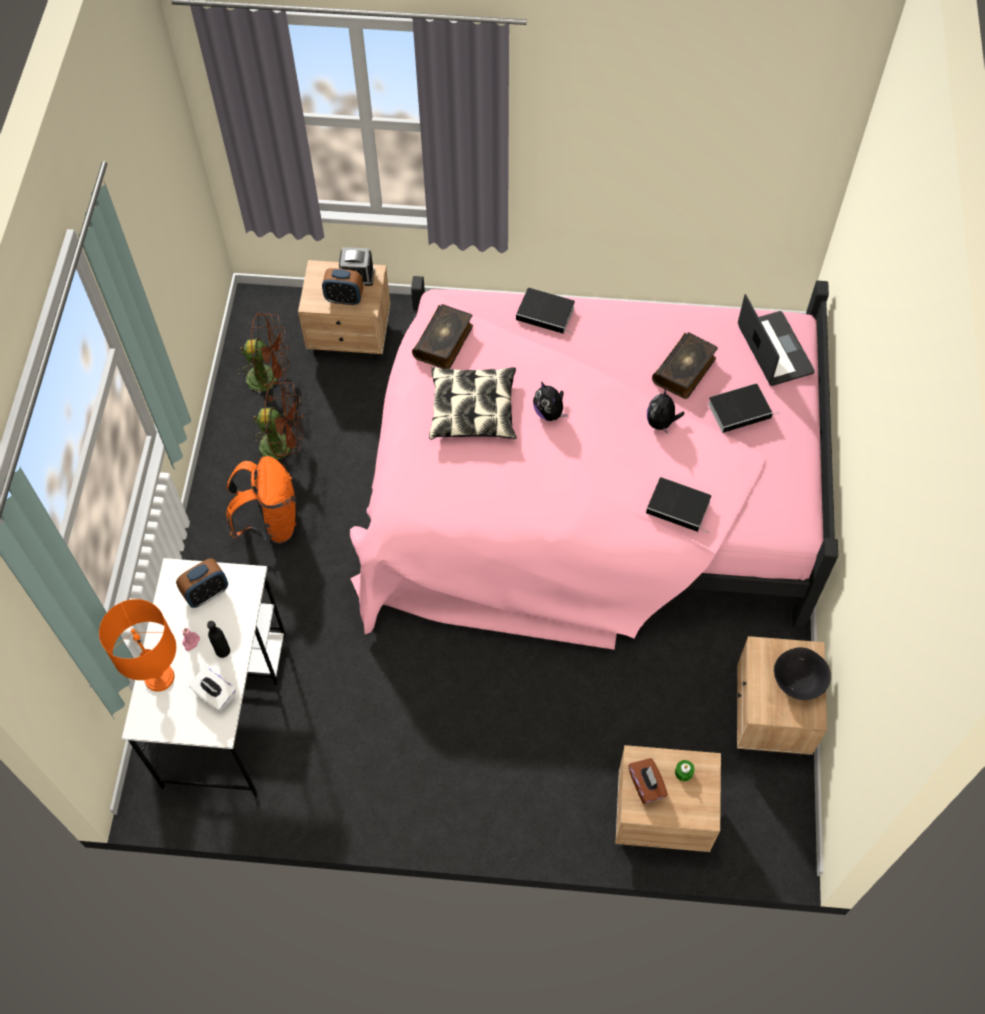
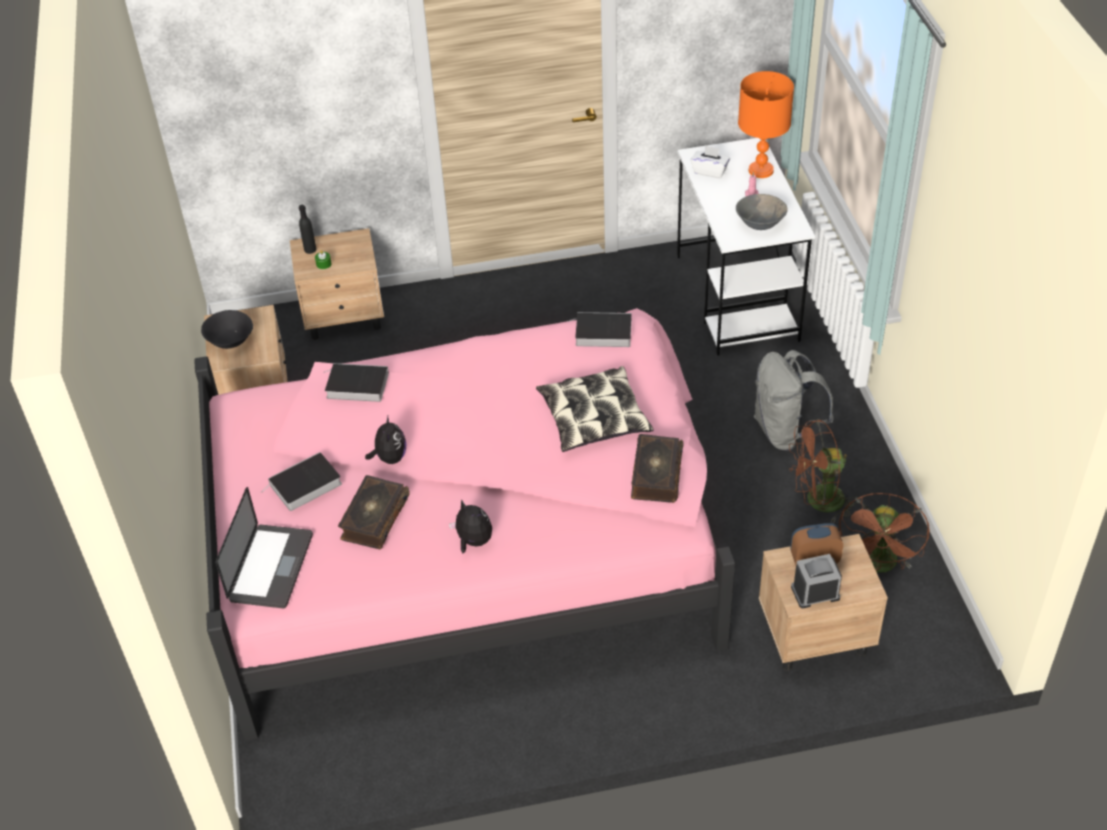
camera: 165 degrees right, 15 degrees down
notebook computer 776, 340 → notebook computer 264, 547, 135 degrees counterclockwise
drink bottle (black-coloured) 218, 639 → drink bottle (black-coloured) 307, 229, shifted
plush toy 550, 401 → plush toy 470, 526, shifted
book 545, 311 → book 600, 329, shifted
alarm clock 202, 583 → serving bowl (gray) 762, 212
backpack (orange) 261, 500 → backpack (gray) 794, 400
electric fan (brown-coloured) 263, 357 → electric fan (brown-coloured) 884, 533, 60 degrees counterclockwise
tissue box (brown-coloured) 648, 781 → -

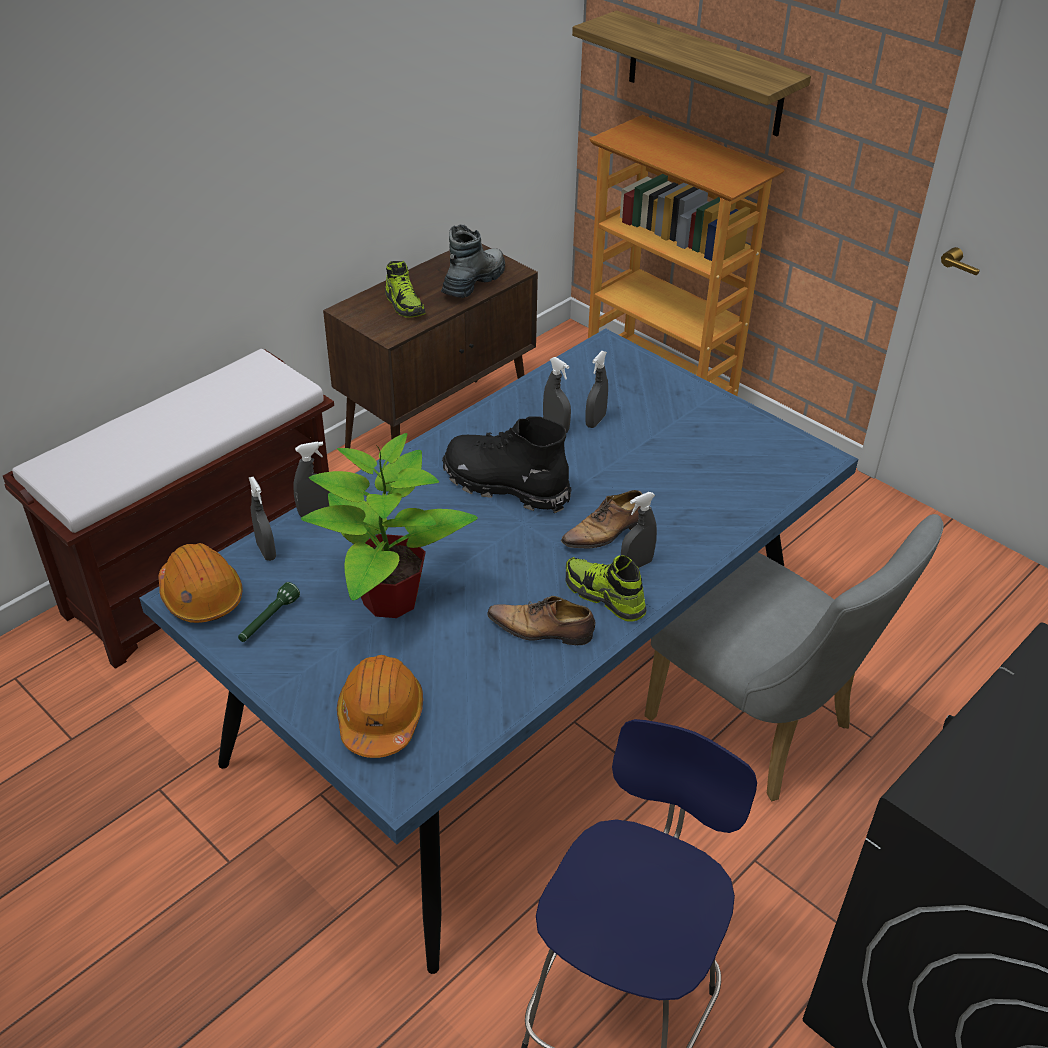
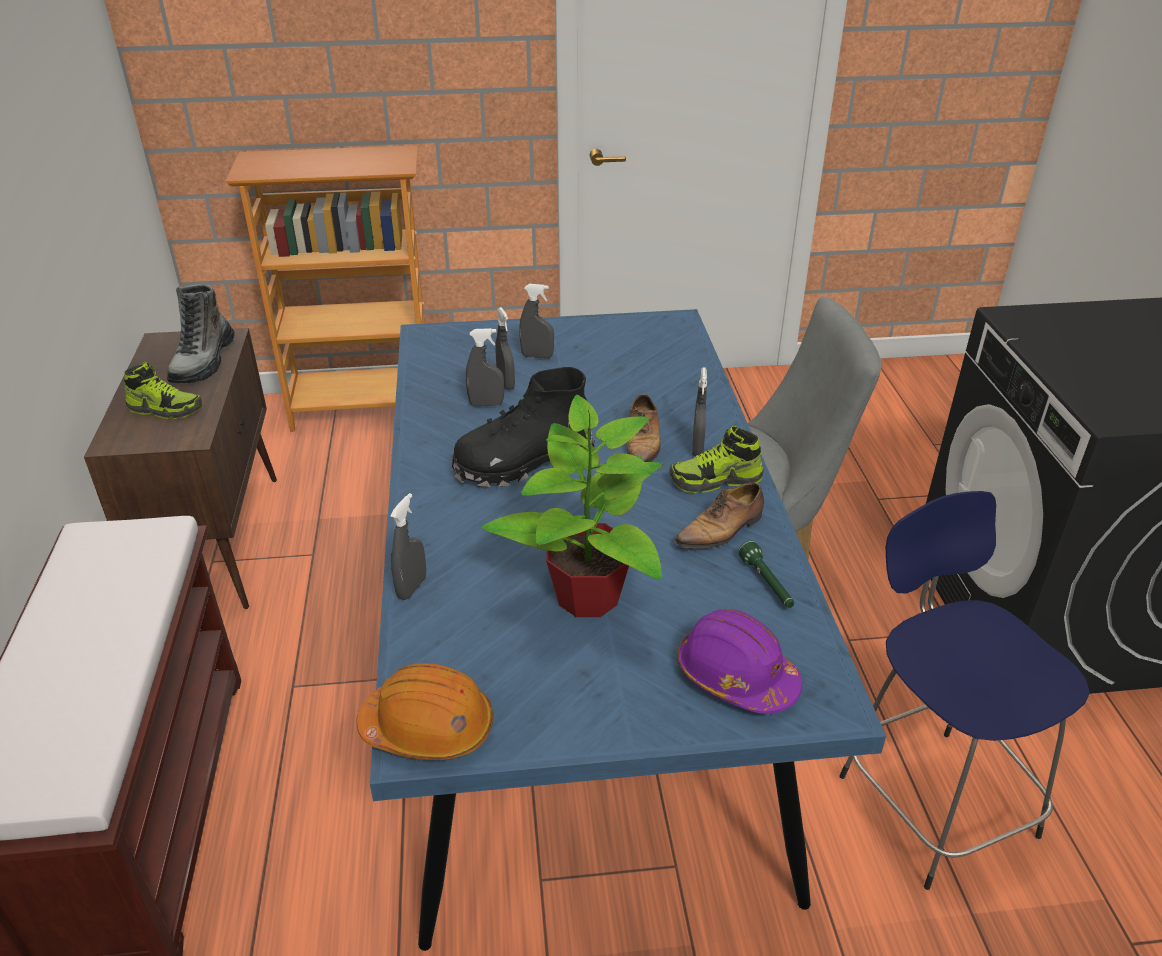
camera: 50 degrees left, 5 degrees down
boot 473, 261 → boot 201, 333, 150 degrees counterclockwise
spray bottle (gray) 262, 519 → spray bottle (gray) 536, 321, shifted
hard hat (orange) 380, 706 → hard hat (purple) 739, 661
torch (greenish) 269, 612 → torch (greenish) 766, 574, shifted
shelf 691, 73 → -

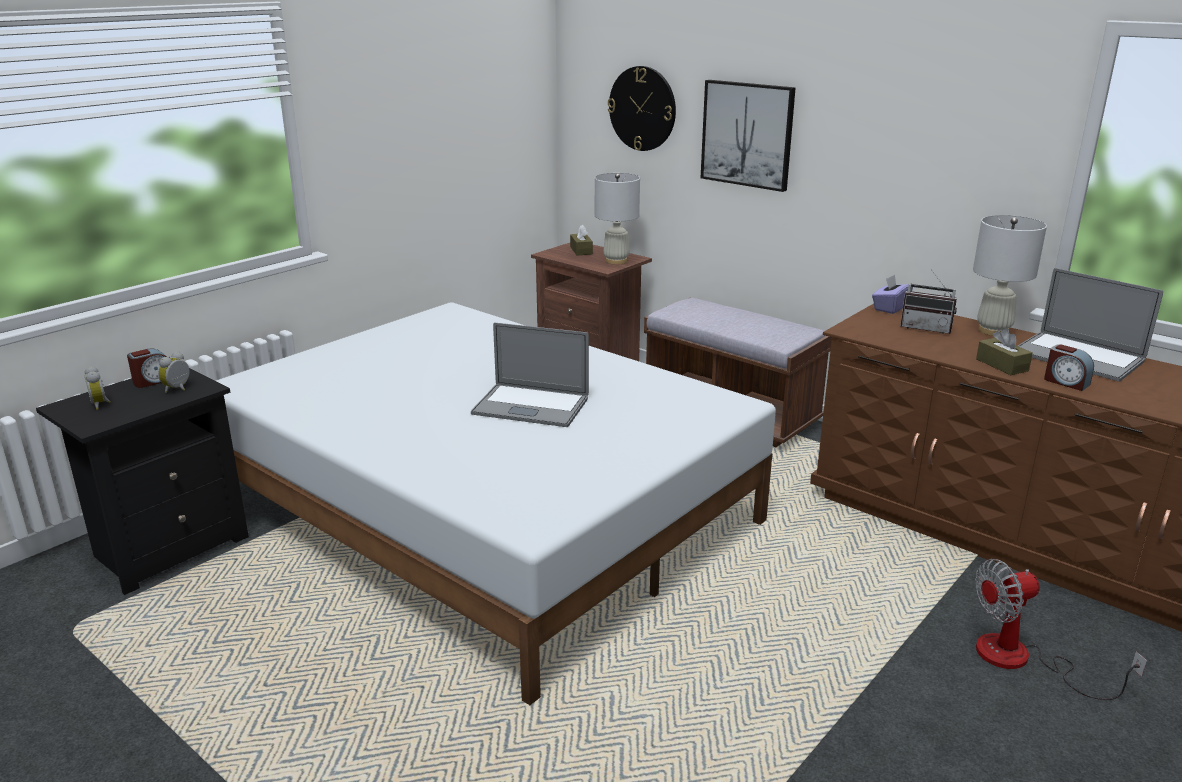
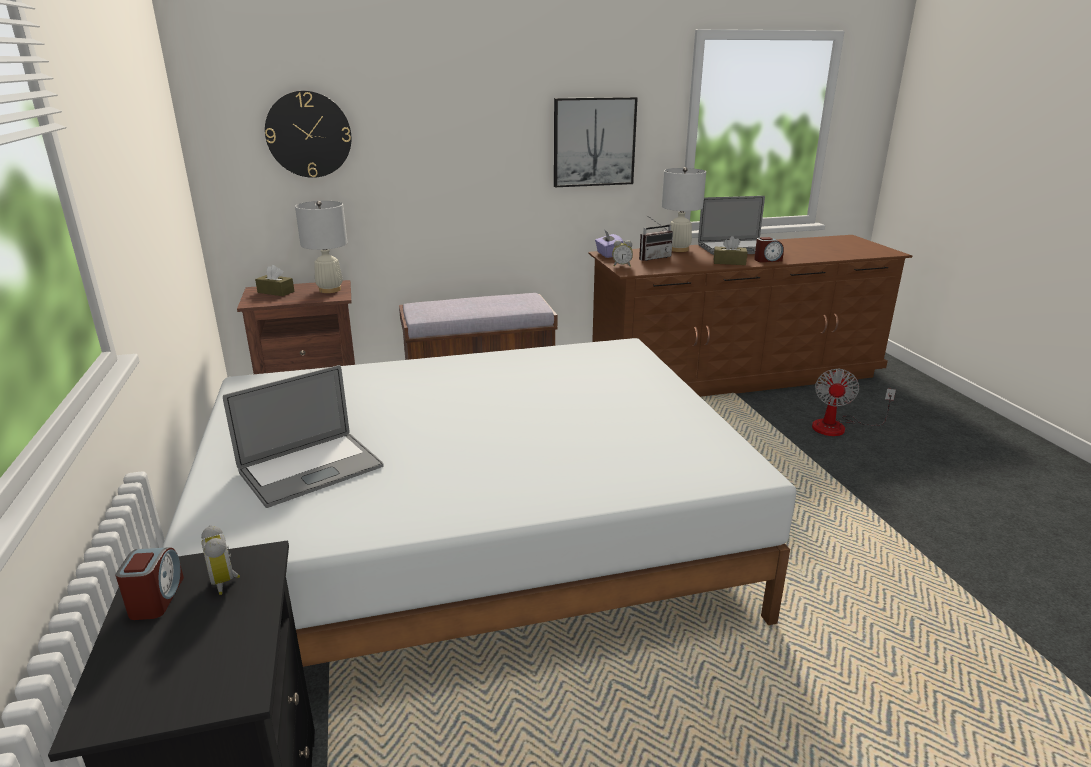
camera: 55 degrees left, 0 degrees up
notebook computer 530, 374 → notebook computer 303, 436, shifted
picture 748, 136 → picture 596, 142, shifted
alarm clock 98, 388 → alarm clock 622, 253, shifted

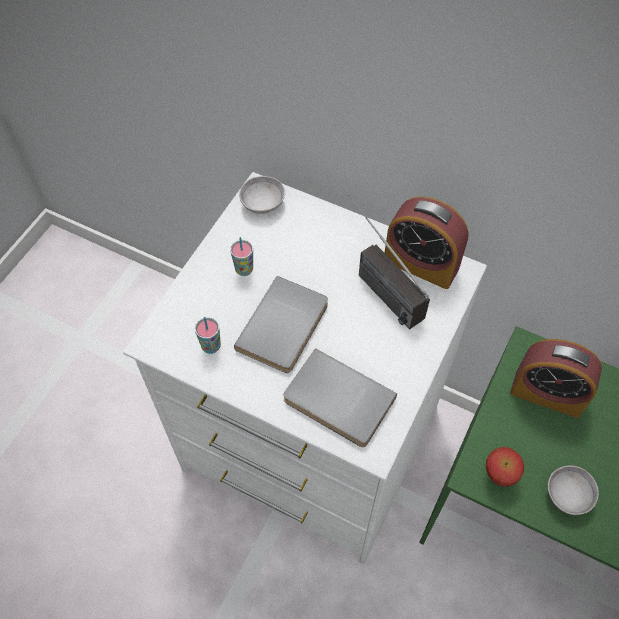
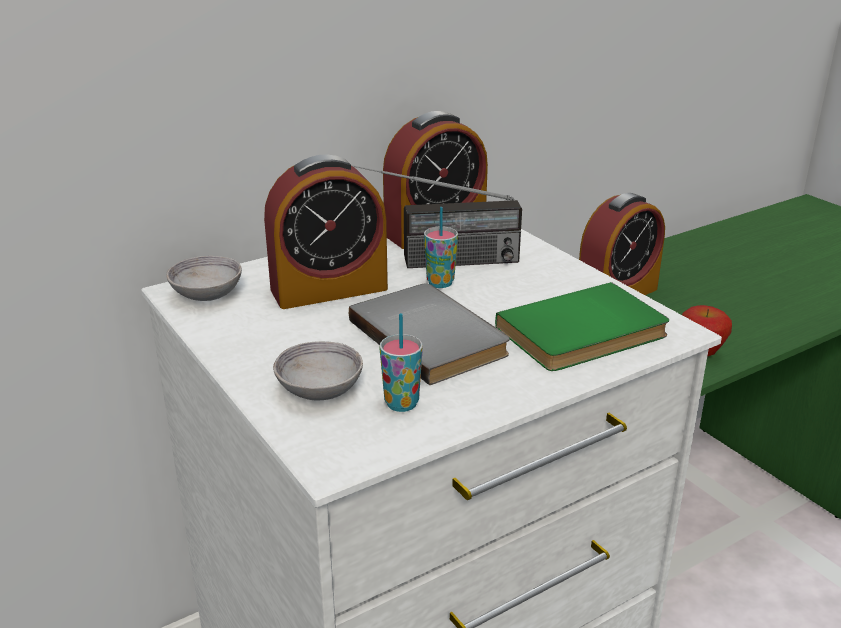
camera: 60 degrees left, 30 degrees down
- → alarm clock 326, 232
serving bowl (gray) 573, 490 → serving bowl (gray) 318, 370, shifted
drinking cup 241, 256 → drinking cup 441, 247, shifted
book (gray) 340, 397 → book (greenish) 582, 326

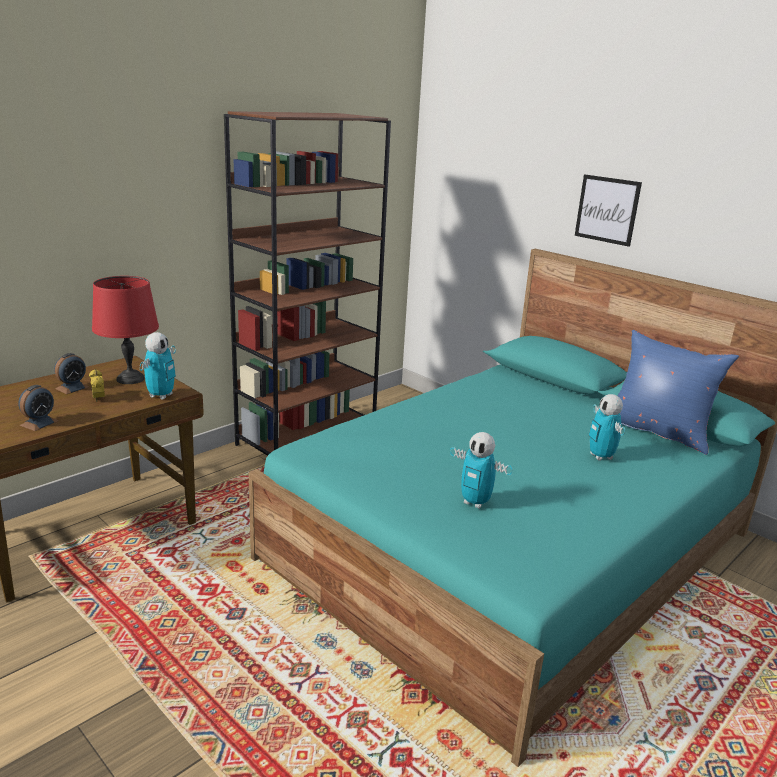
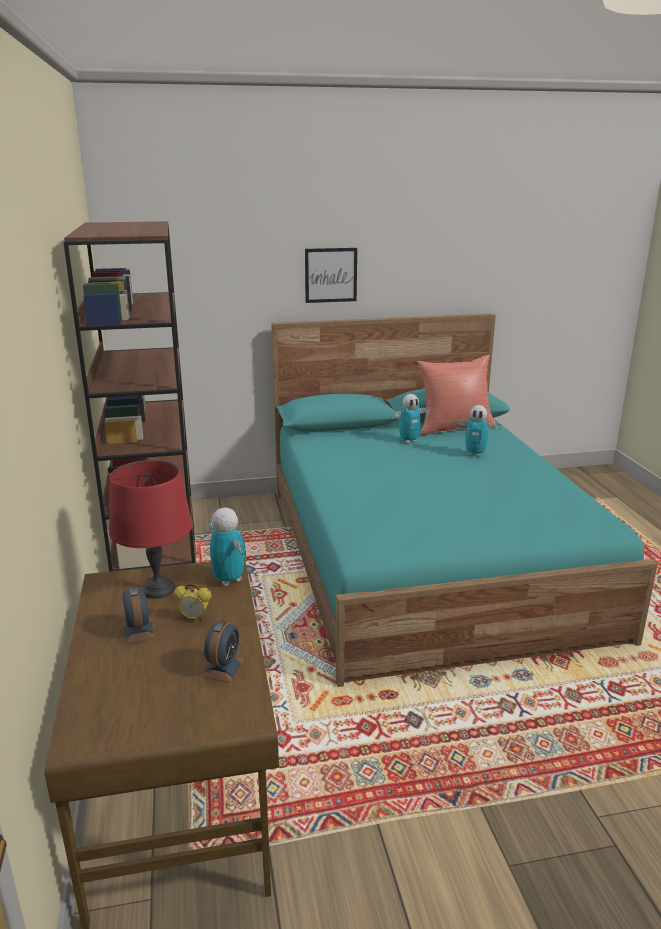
camera: 55 degrees left, 0 degrees up
alarm clock 38, 408 → alarm clock 223, 651, 45 degrees clockwise
robot figure 481, 470 → robot figure 410, 418, shifted
pillow (bluish) 678, 392 → pillow (reddish) 457, 395

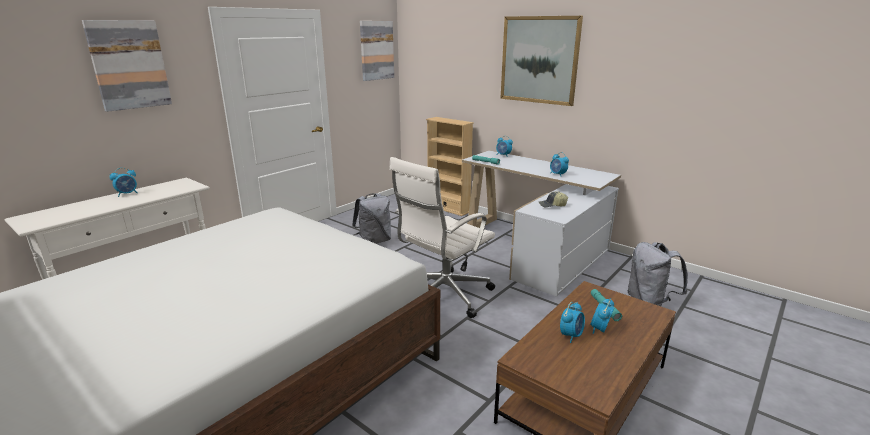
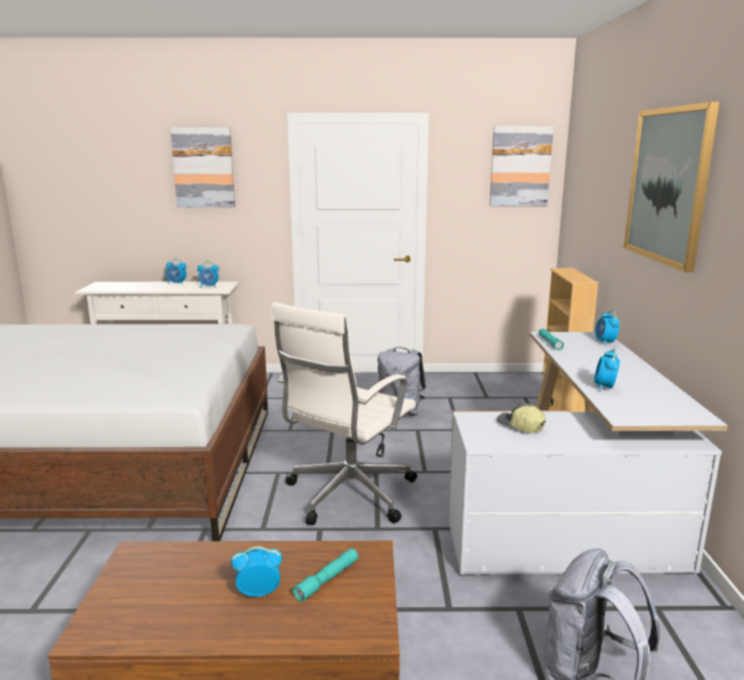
camera: 50 degrees right, 5 degrees down
alarm clock 572, 322 → alarm clock 208, 274, shifted
office chair (whitish) 442, 237 → office chair (whitish) 344, 413, 60 degrees counterclockwise

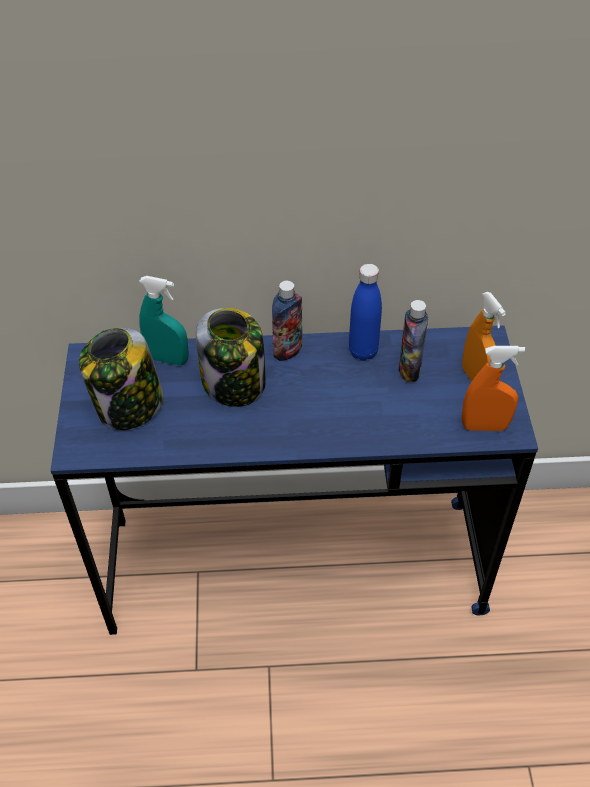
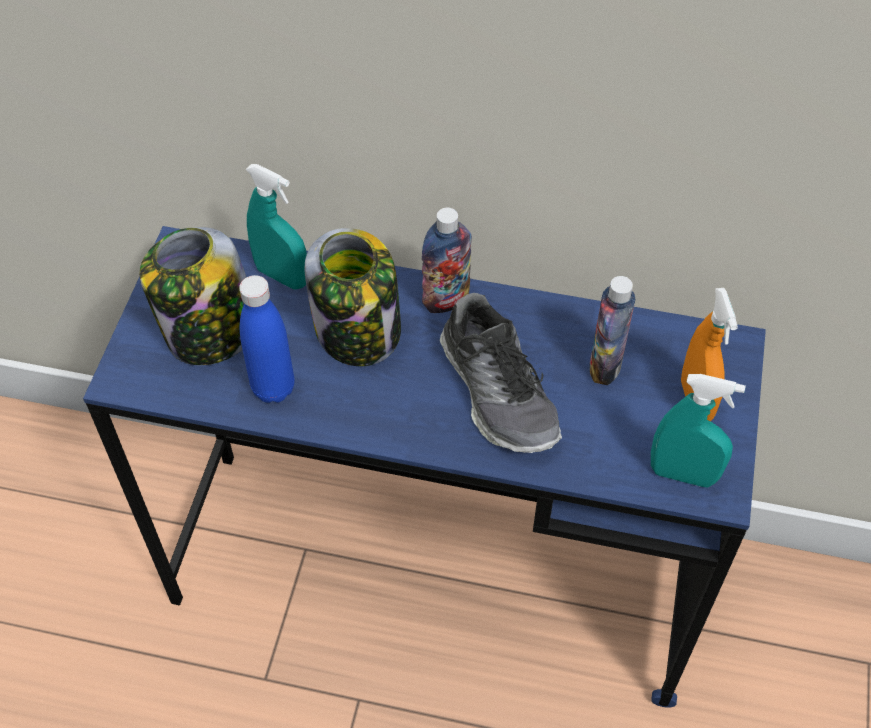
camera: 15 degrees right, 5 degrees up
drink bottle (bluish) 365, 312 → drink bottle (bluish) 266, 339, shifted
- → shoe 501, 373
spray bottle (orange) 493, 388 → spray bottle (blue-green) 698, 431

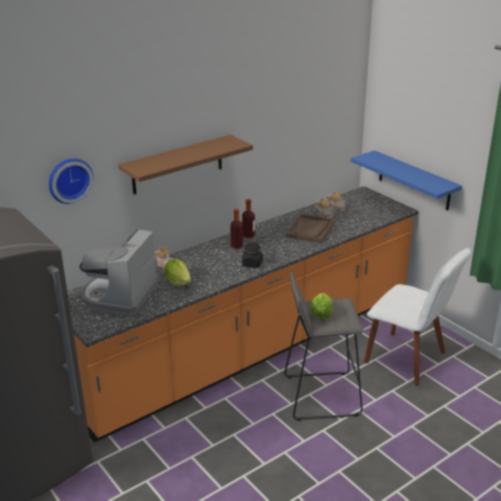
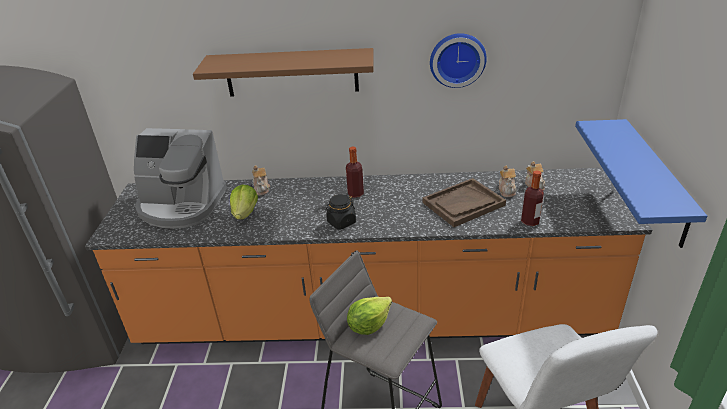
camera: 40 degrees right, 5 degrees up
coffee machine 119, 272 → coffee machine 180, 178, 135 degrees counterclockwise
hanging clock 71, 181 → hanging clock 458, 60, shifted
drink bottle 248, 218 → drink bottle 532, 198, shifted

